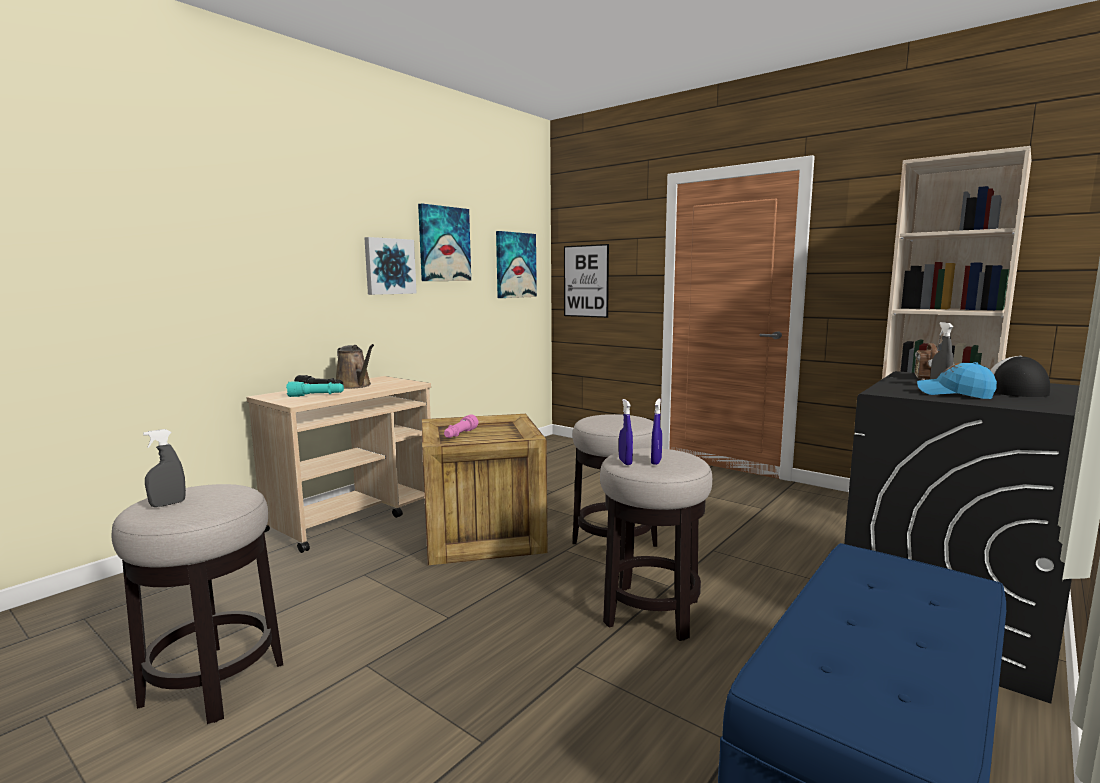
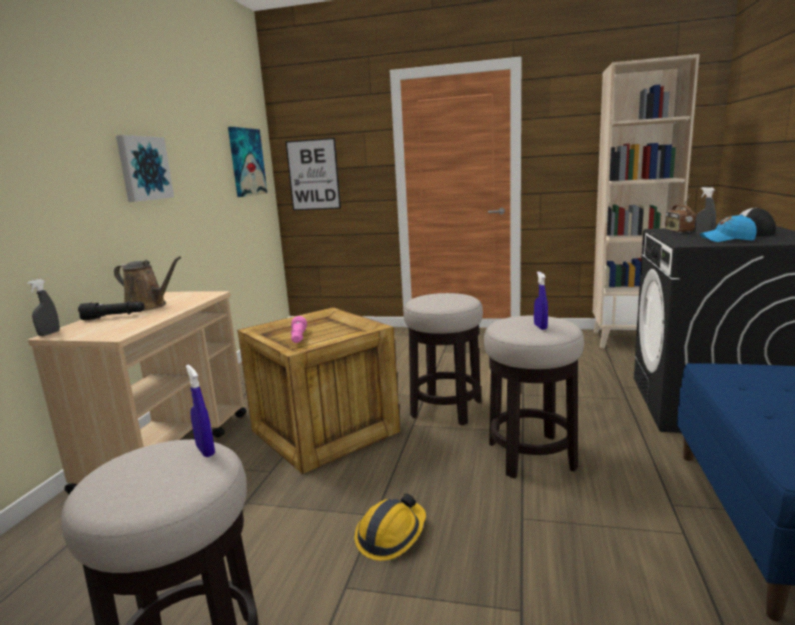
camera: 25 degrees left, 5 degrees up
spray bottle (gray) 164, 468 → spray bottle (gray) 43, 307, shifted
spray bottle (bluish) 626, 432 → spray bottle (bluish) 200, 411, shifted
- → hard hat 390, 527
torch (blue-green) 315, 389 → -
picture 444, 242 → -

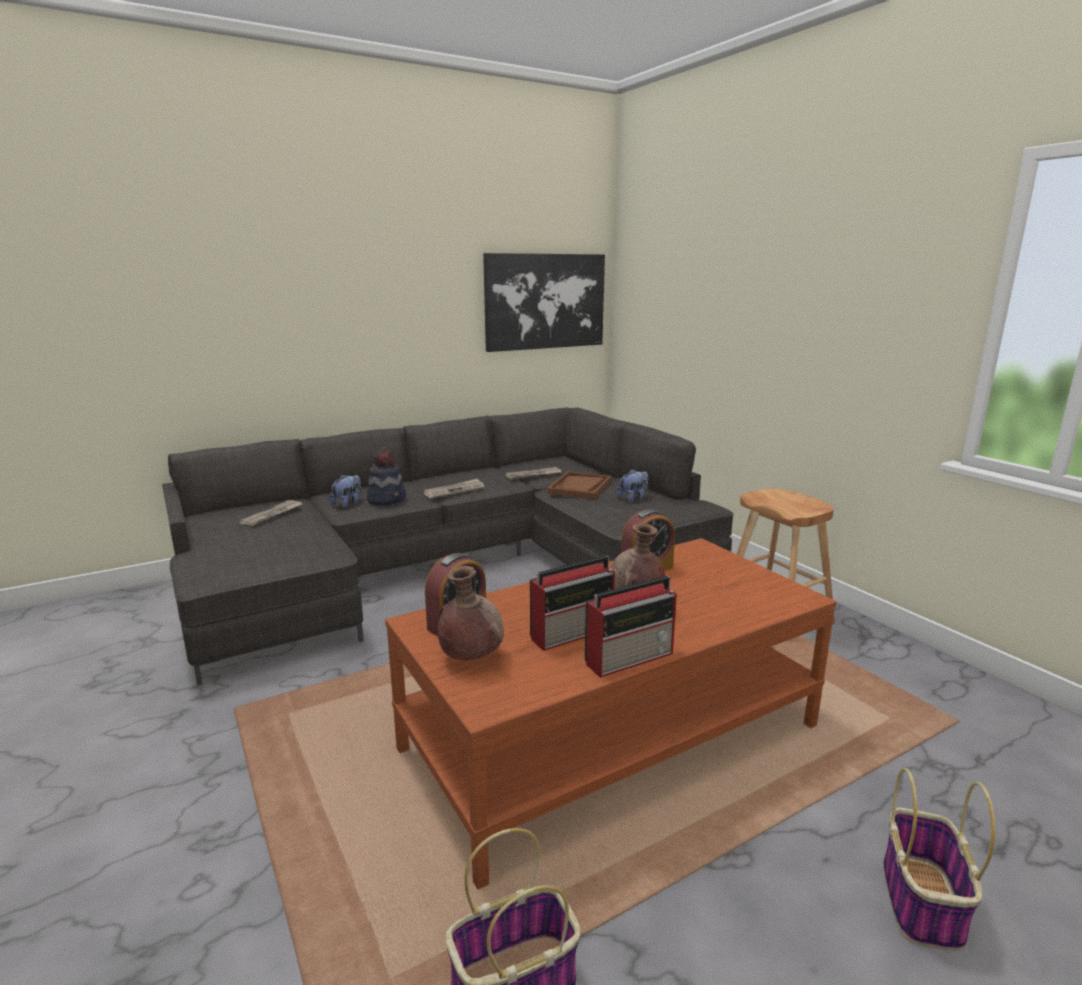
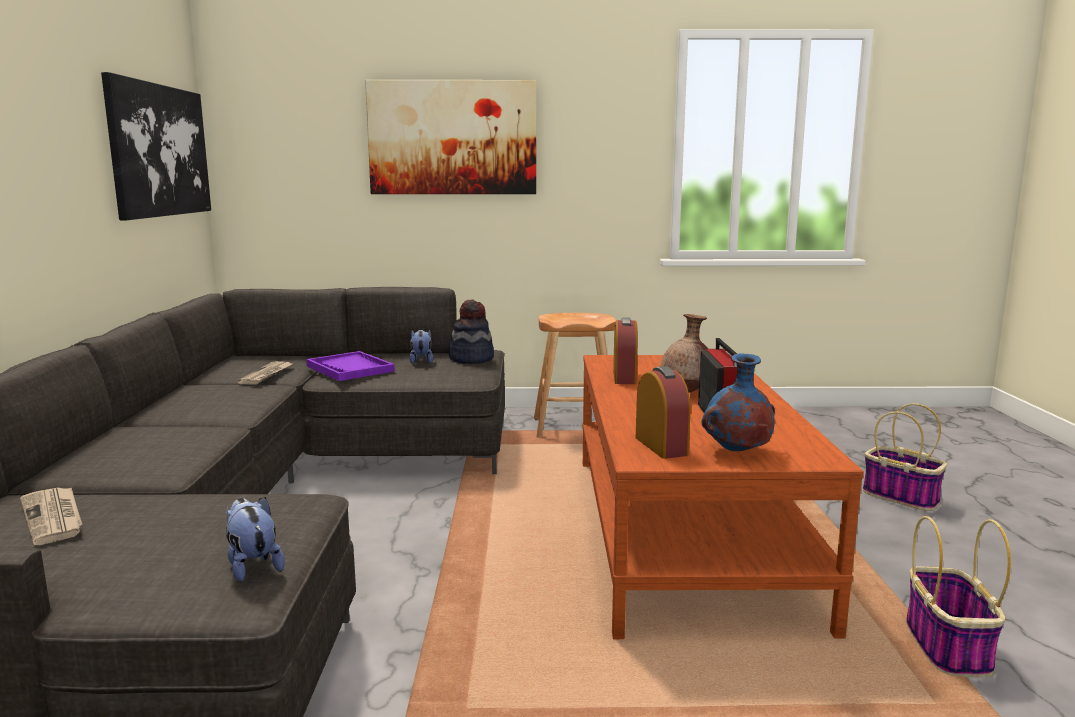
camera: 60 degrees left, 5 degrees down
plush toy 345, 491 → plush toy 255, 540, shifted
tray (brown-coloured) 579, 485 → tray (purple) 350, 366
- → picture 450, 137
hat 386, 476 → hat 471, 331, shifted
vase (brown-coloured) 471, 613 → vase (bluish) 738, 402
newspaper 454, 488 → -
radio 631, 627 → -

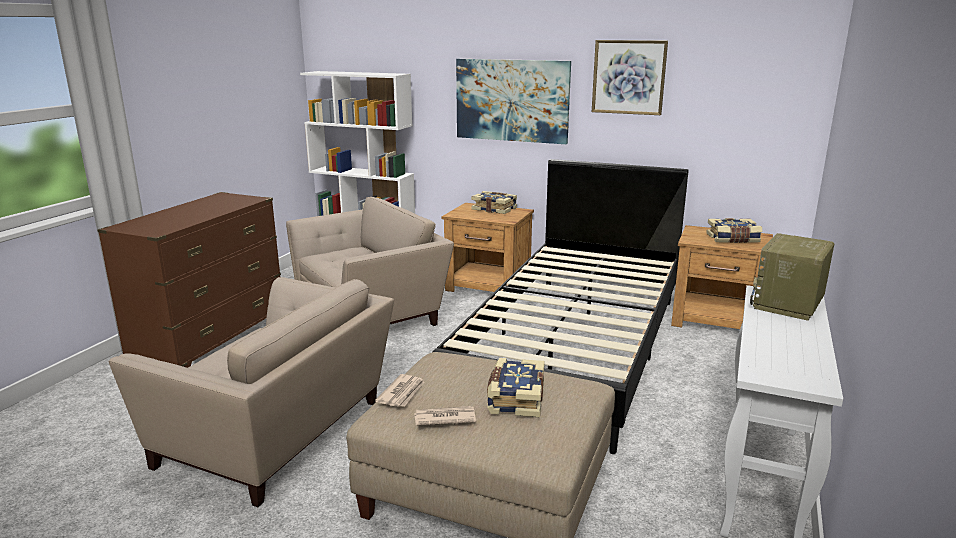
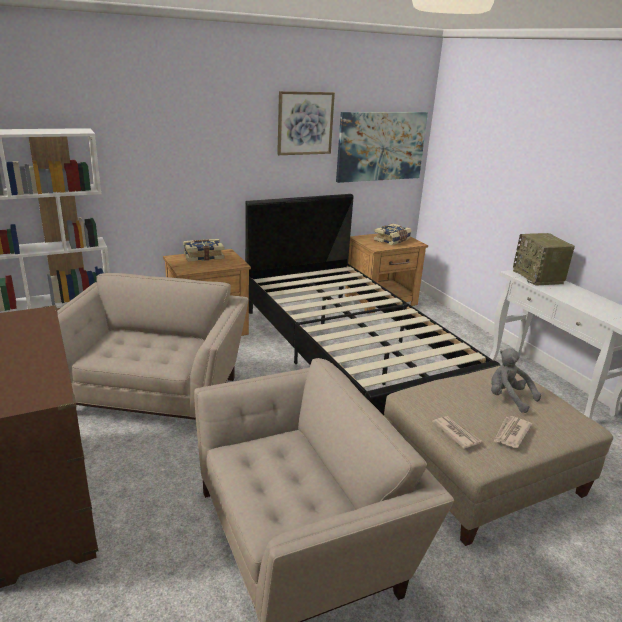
camera: 50 degrees left, 5 degrees up
picture 513, 101 → picture 382, 147, shifted
book 516, 388 → plush toy (gray) 516, 380

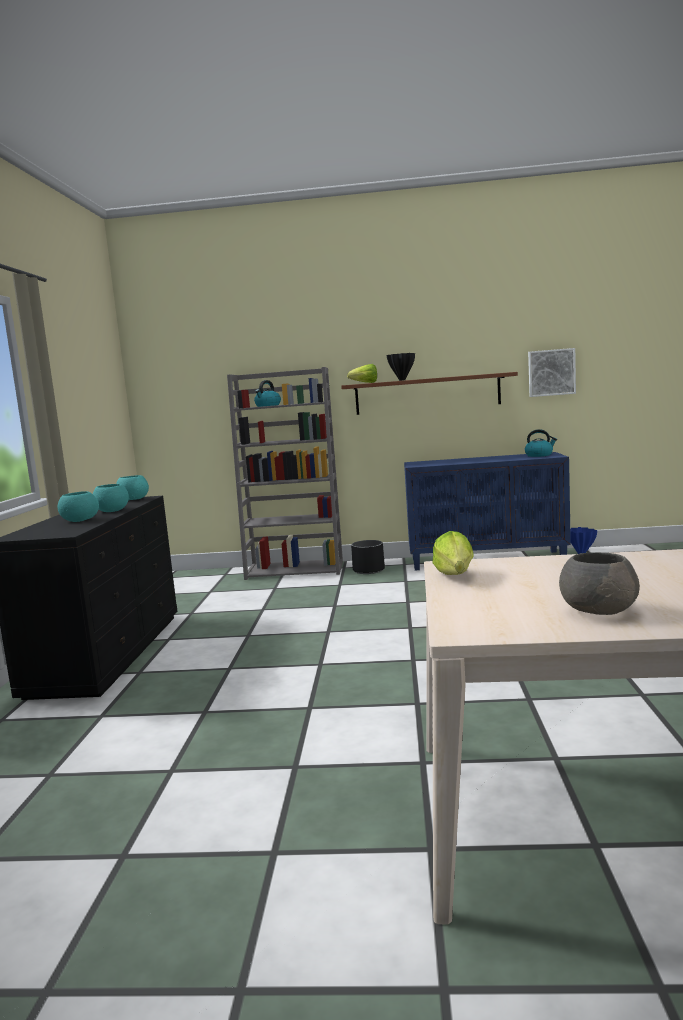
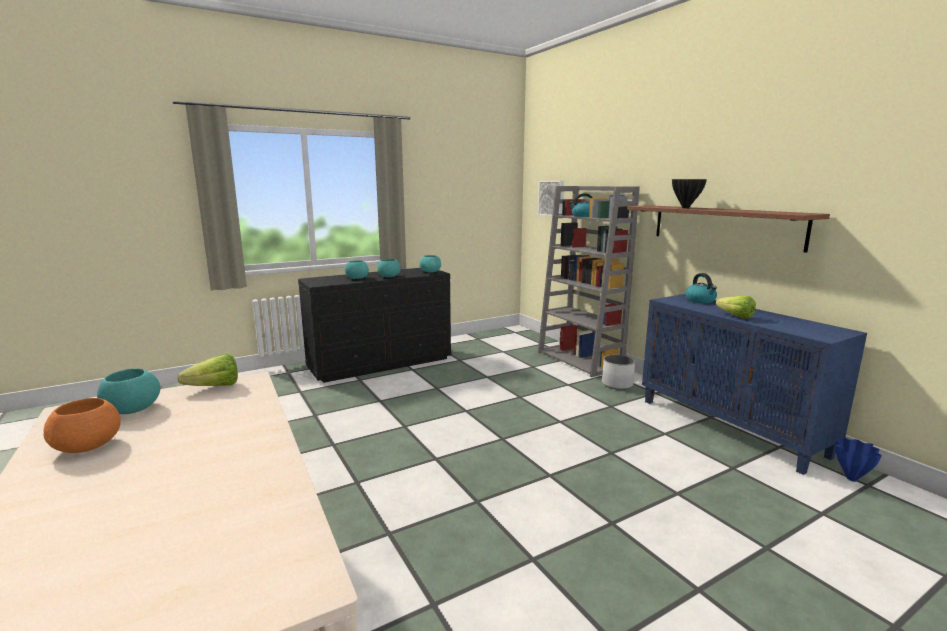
camera: 55 degrees right, 5 degrees up
serving bowl (gray) 599, 583 → serving bowl (orange) 82, 425
- → serving bowl (blue-green) 128, 391
picture 552, 372 → picture 551, 198, shifted
flower pot (black-coloured) 368, 557 → flower pot (whitish) 618, 372
water kettle 541, 443 → water kettle 701, 288, shifted
lettuce 362, 373 → lettuce 736, 307, shifted

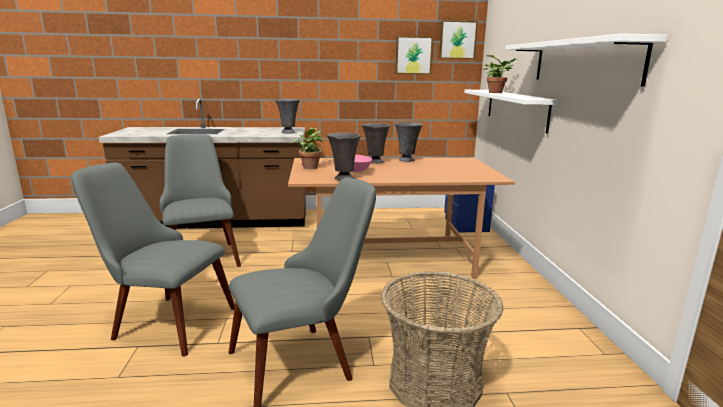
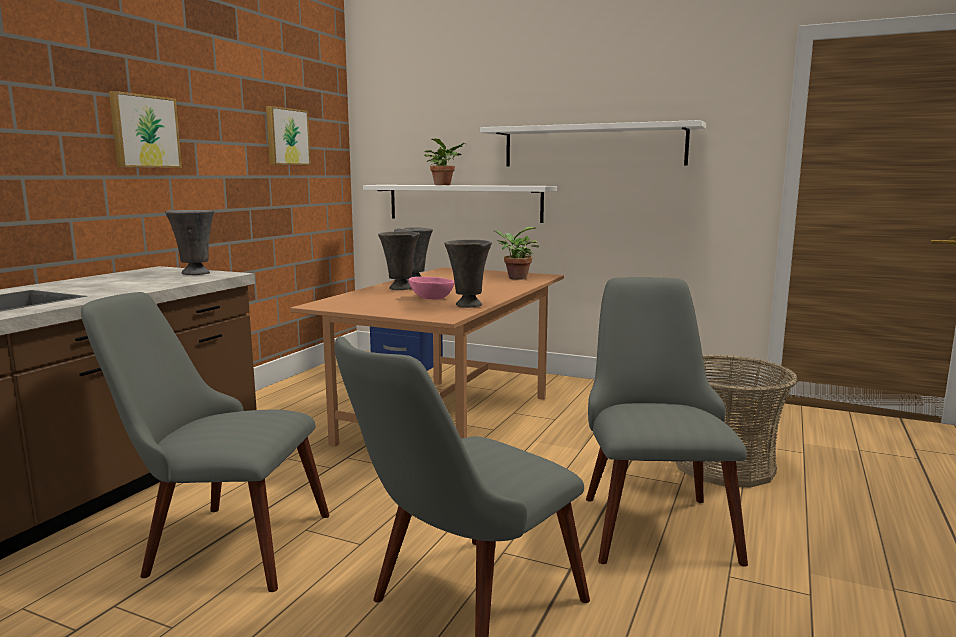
camera: 60 degrees left, 5 degrees down
picture 458, 39 → picture 145, 129, shifted
plant in a pot 306, 148 → plant in a pot 516, 253, shifted

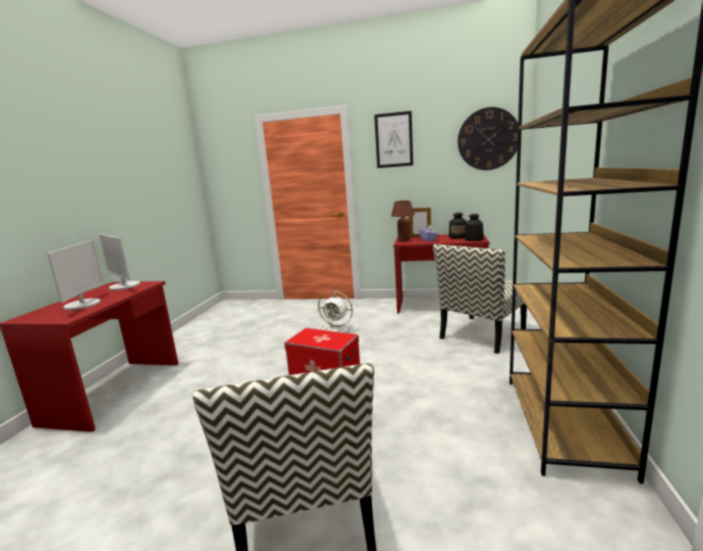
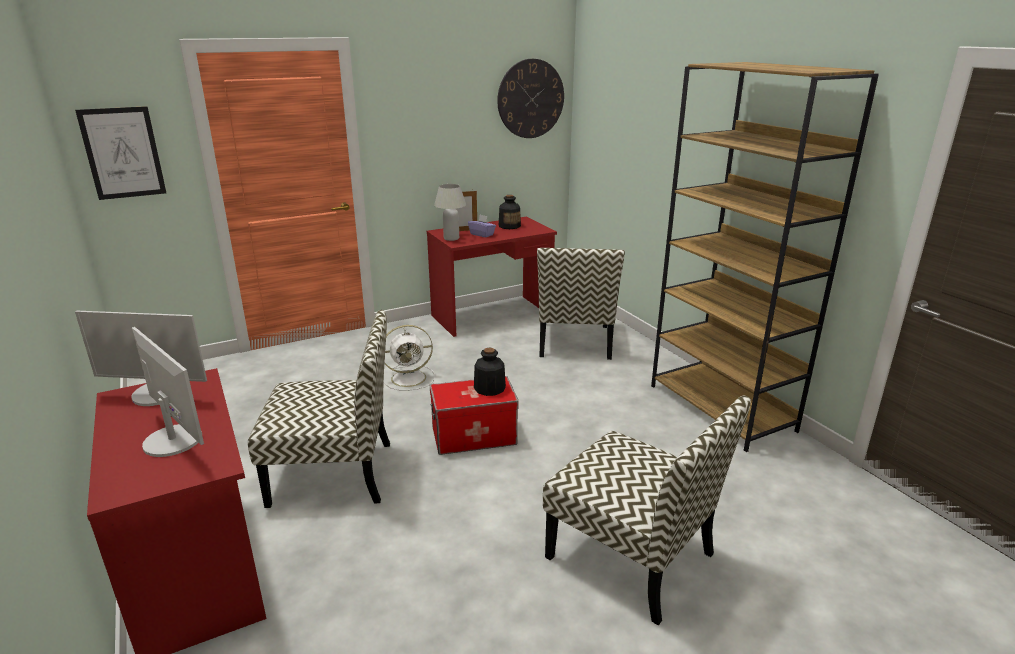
camera: 40 degrees left, 10 degrees up
picture 393, 139 → picture 120, 153, shifted
- → upright chair 319, 409
tabletop lamp (brown-coloured) 403, 221 → tabletop lamp (whitish) 450, 212
drink bottle 474, 227 → drink bottle 490, 372, shifted

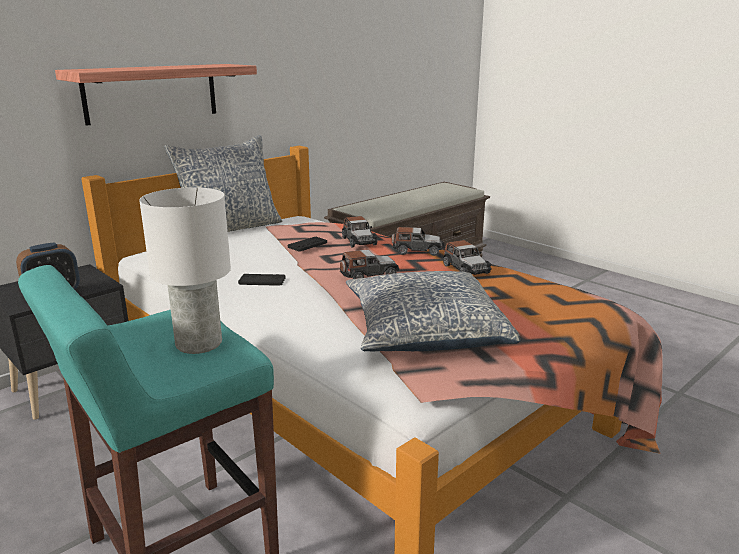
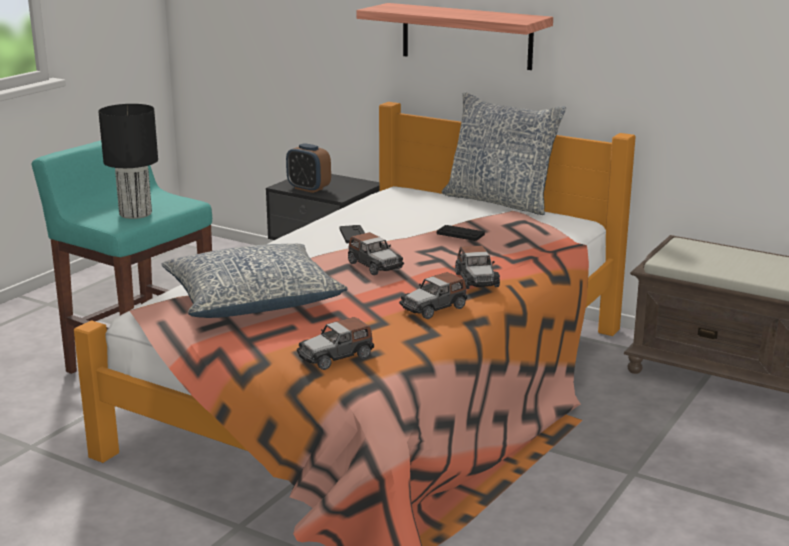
camera: 75 degrees right, 0 degrees up
tabletop lamp (whitish) 185, 270 → tabletop lamp (black-coloured) 128, 161
model car 359, 231 → model car 335, 343, shifted

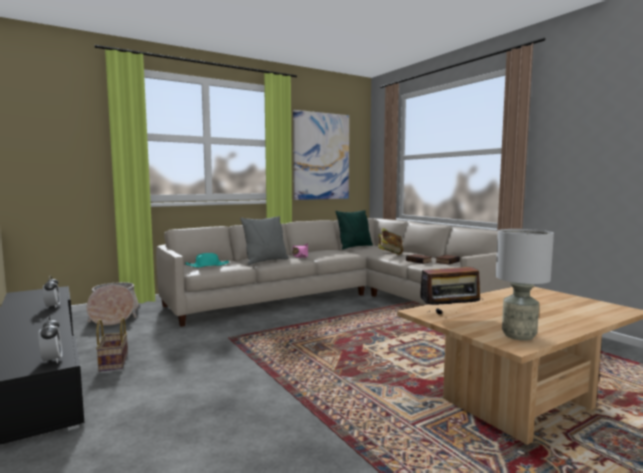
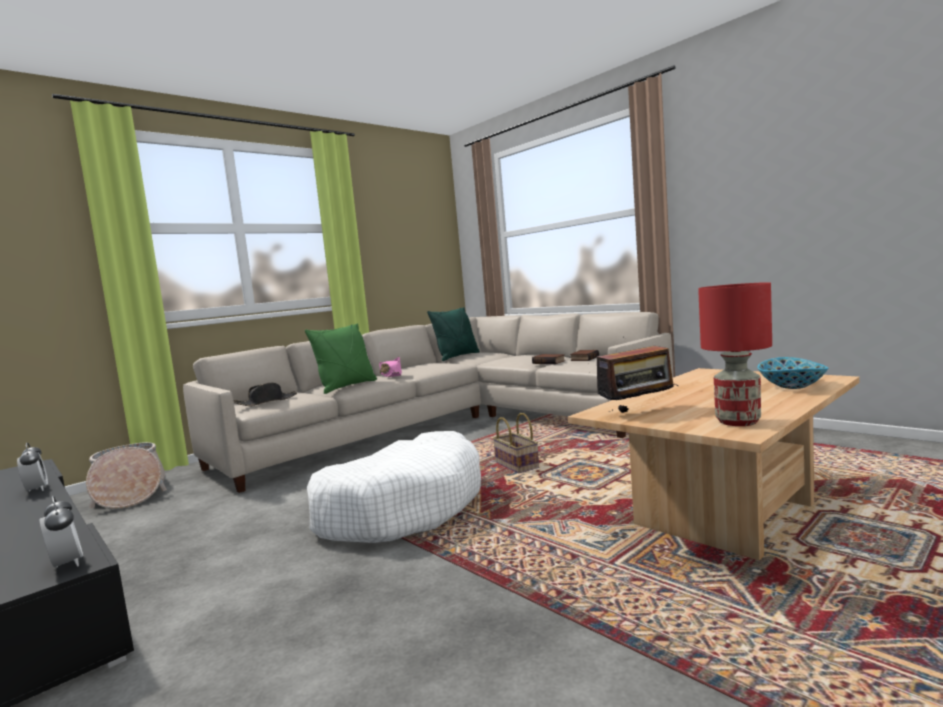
camera: 10 degrees left, 0 degrees up
hat (blue-green) 207, 260 → hat (black-coloured) 265, 394
pillow (gray) 264, 240 → pillow (greenish) 341, 358
- → dog cushion (whitish) 394, 487
storage basket 112, 344 → storage basket 516, 443, shifted
tabletop lamp (gray) 525, 285 → tabletop lamp (reddish) 735, 354
- → serving bowl 793, 373
picture 321, 155 → -
book 390, 241 → -

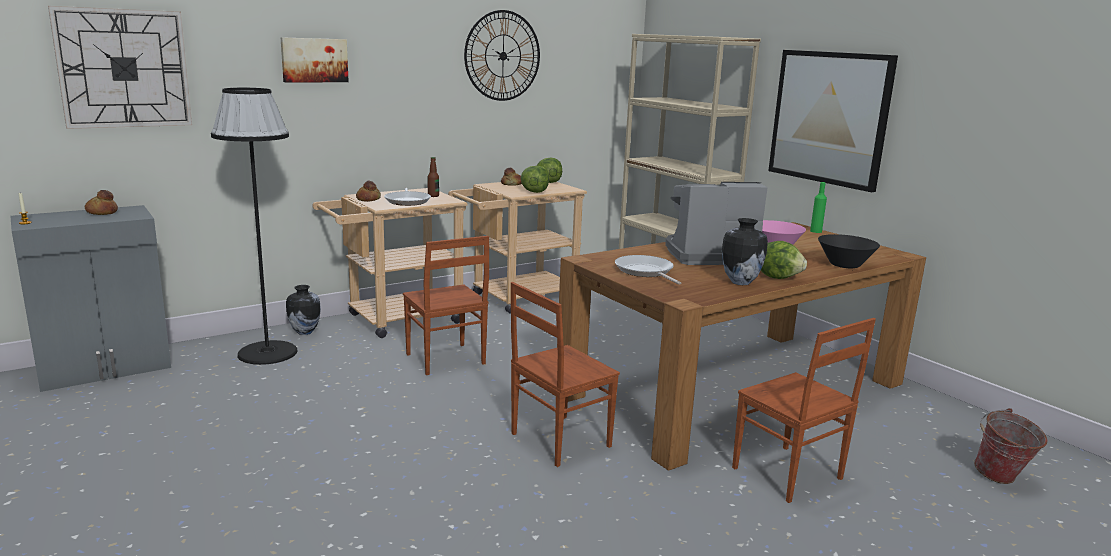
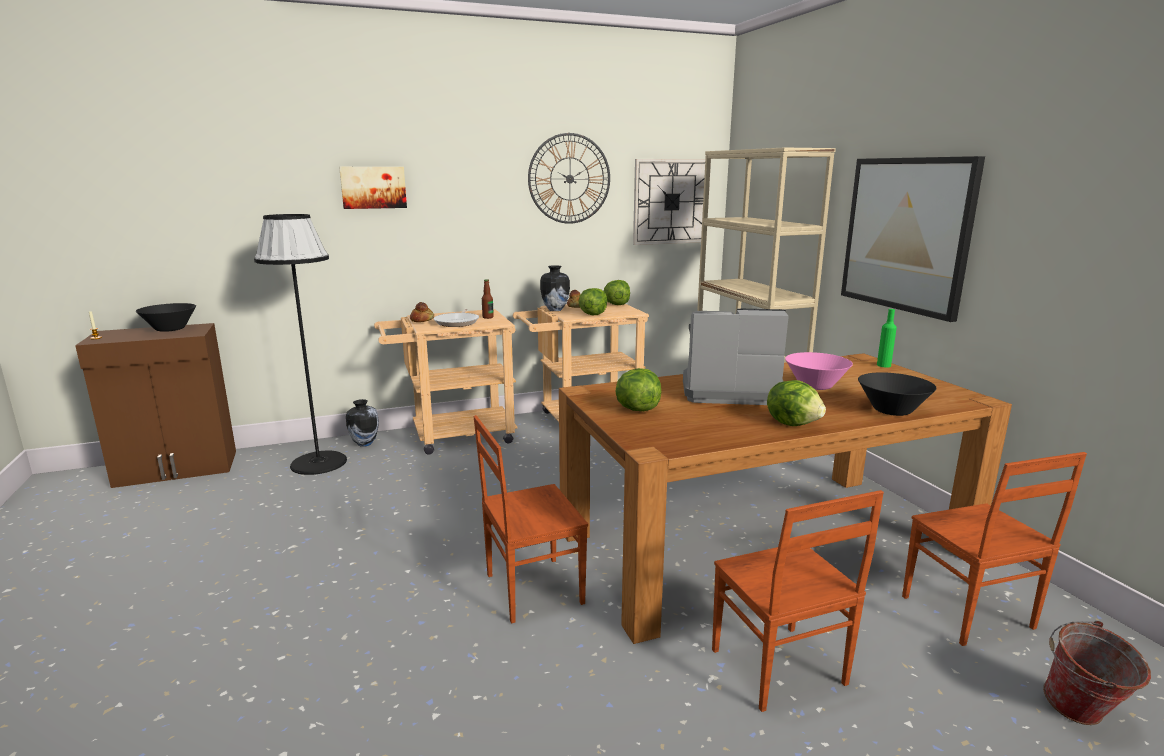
camera: 15 degrees right, 0 degrees up
storage cabinet (gray) 90, 298 → storage cabinet (brown-coloured) 155, 405
bread 101, 202 → serving bowl (black-coloured) 166, 317
vase 745, 251 → vase 555, 288, shifted
frying pan 648, 270 → lettuce 638, 389
hanging clock 120, 67 → hanging clock 672, 202, shifted
upright chair (brown-coloured) 446, 305 → upright chair (brown-coloured) 994, 549, shifted

